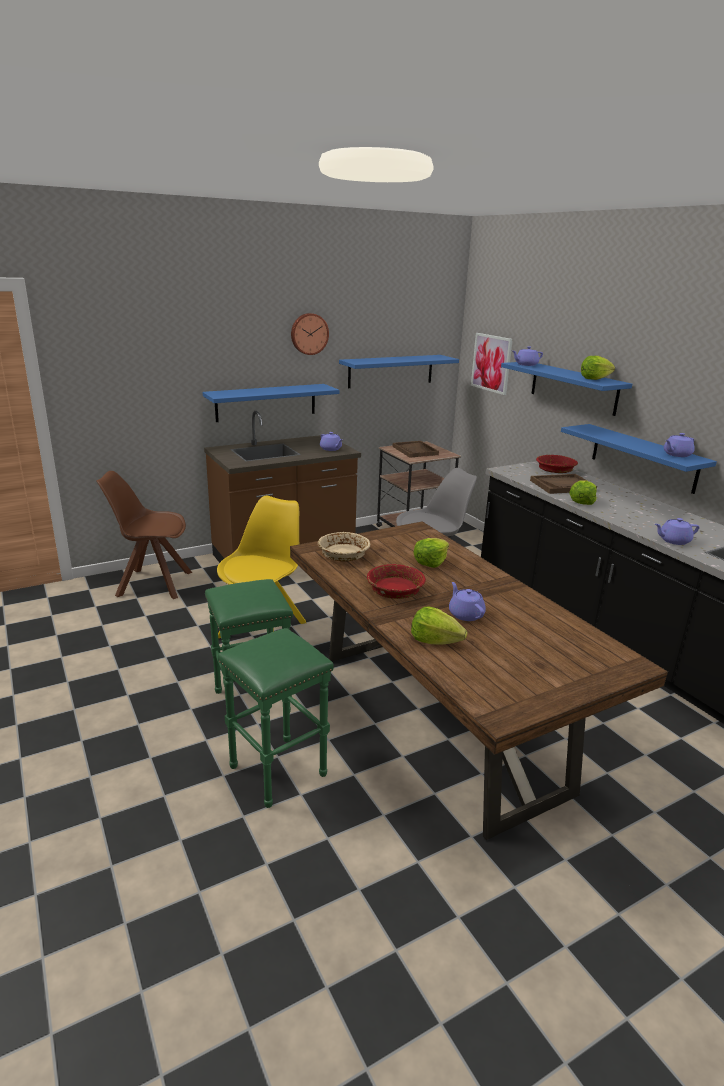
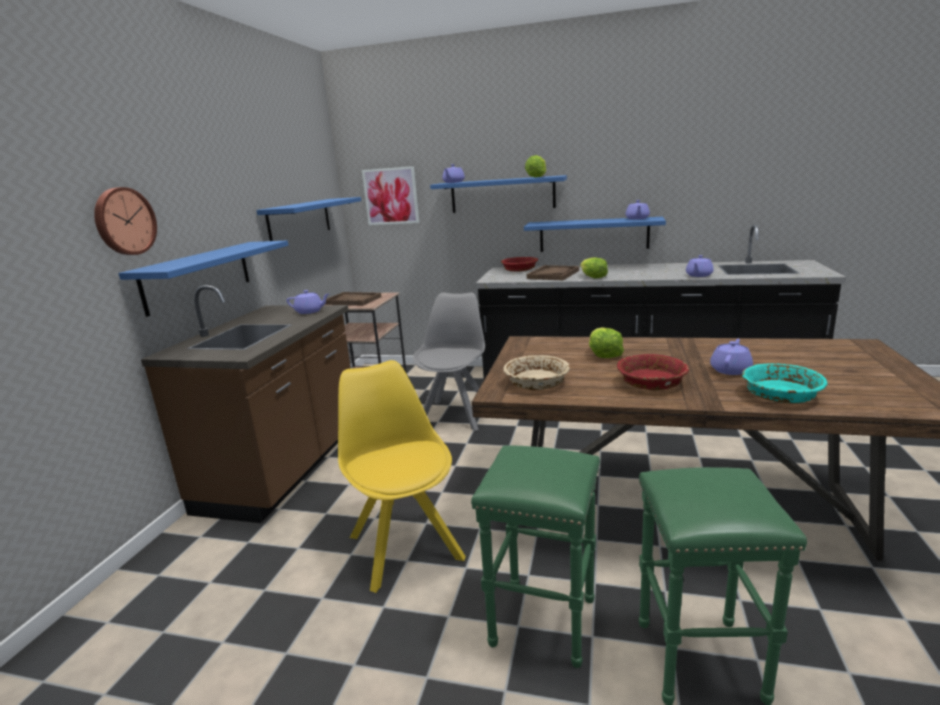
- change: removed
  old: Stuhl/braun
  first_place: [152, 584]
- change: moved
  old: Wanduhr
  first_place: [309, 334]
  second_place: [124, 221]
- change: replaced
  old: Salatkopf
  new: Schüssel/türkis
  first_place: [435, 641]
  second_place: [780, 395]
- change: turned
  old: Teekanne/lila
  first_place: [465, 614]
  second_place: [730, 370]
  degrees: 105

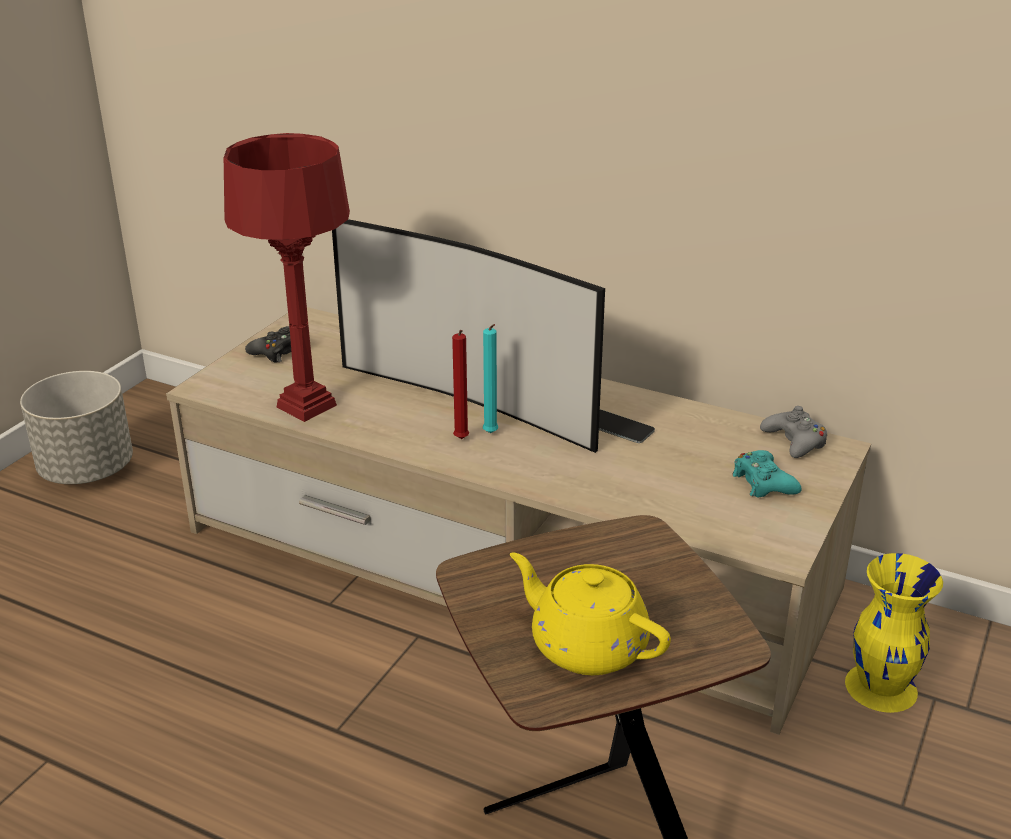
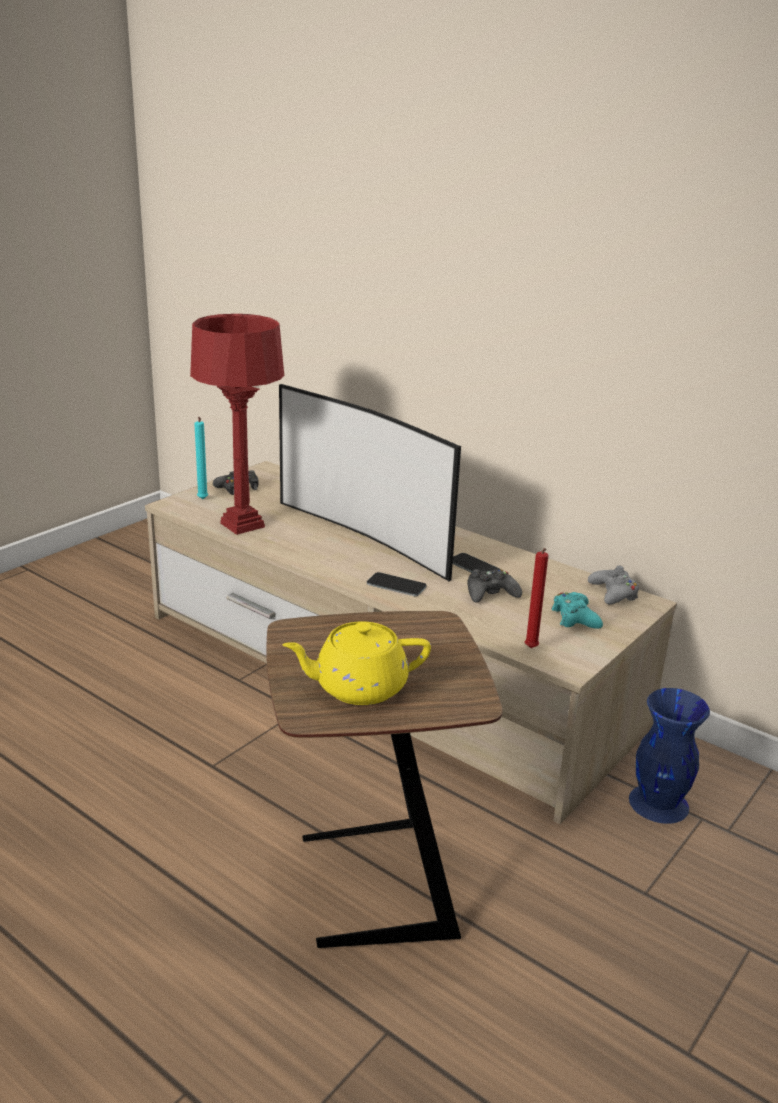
- change: removed
  old: Pflanzkübel/grau
  first_place: [87, 470]
- change: added
  new: Handy
  second_place: [396, 585]
- change: added
  new: Gamepad/schwarz
  second_place: [491, 593]
- change: moved
  old: Kerze/rot
  first_place: [461, 440]
  second_place: [531, 649]
- change: moved
  old: Kerze/türkis
  first_place: [491, 434]
  second_place: [202, 500]
- change: recoloured
  old: Vase/gelb
  new: Vase/blau
  first_place: [881, 688]
  second_place: [659, 804]
- change: turned
  old: Teekanne/gelb
  first_place: [586, 645]
  second_place: [358, 687]
  degrees: -60

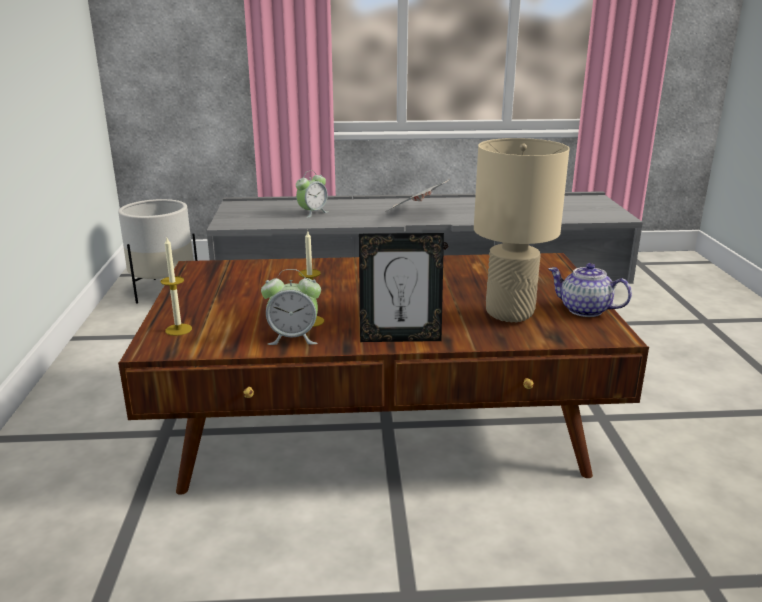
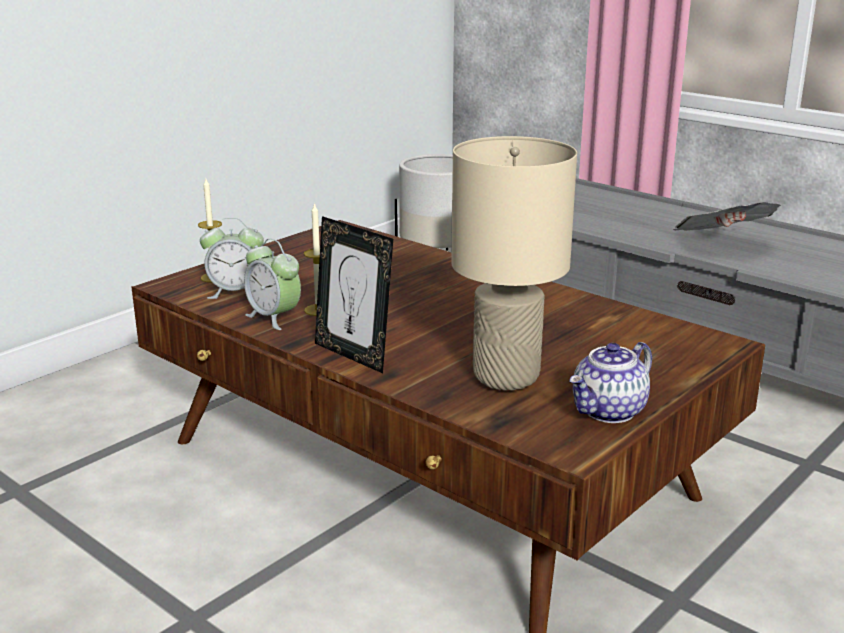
- change: moved
  old: Wecker
  first_place: [312, 213]
  second_place: [235, 292]
- change: turned
  old: Teekanne
  first_place: [584, 310]
  second_place: [609, 411]
  degrees: -120

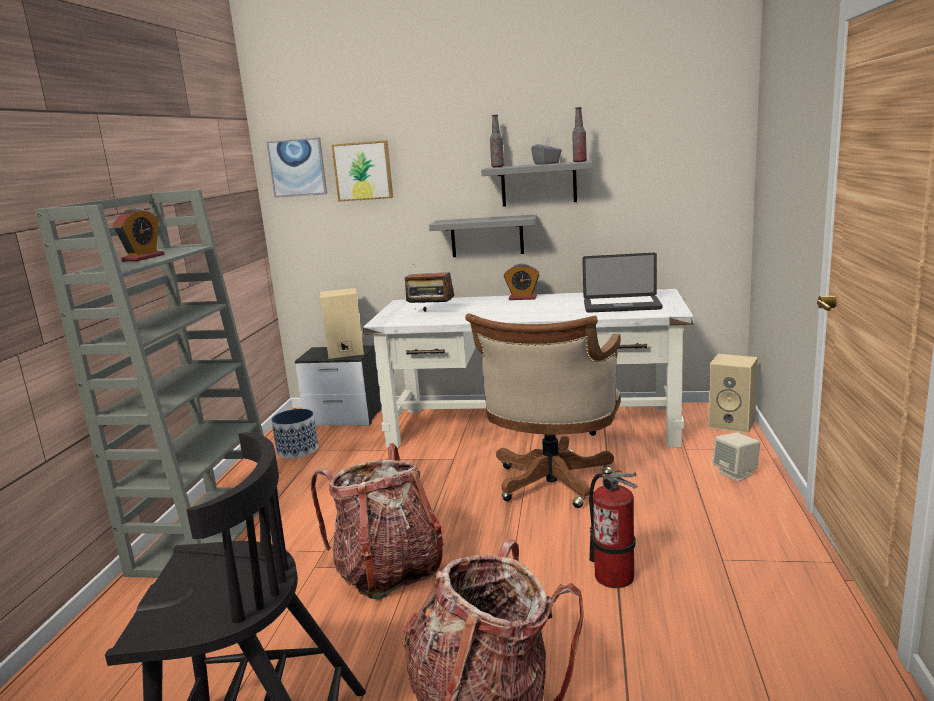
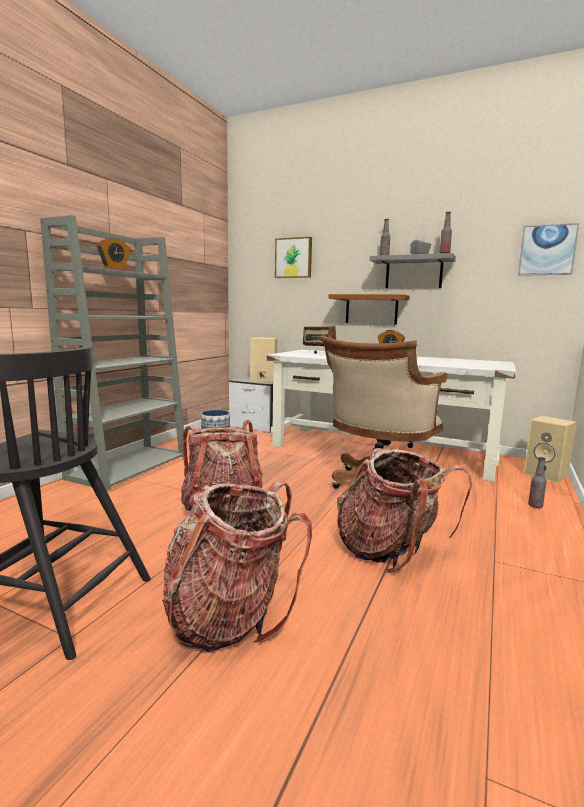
- change: removed
  old: Laptop
  first_place: [621, 306]
- change: moved
  old: Bild
  first_place: [297, 167]
  second_place: [547, 250]
- change: replaced
  old: Feuerlöscher
  new: Rucksack
  first_place: [614, 576]
  second_place: [391, 551]
- change: replaced
  old: Lautsprecher/beige
  new: Flasche
  first_place: [736, 473]
  second_place: [535, 506]
- change: recoloured
  old: Wandregal/grau
  new: Wandregal/braun
  first_place: [487, 236]
  second_place: [371, 309]

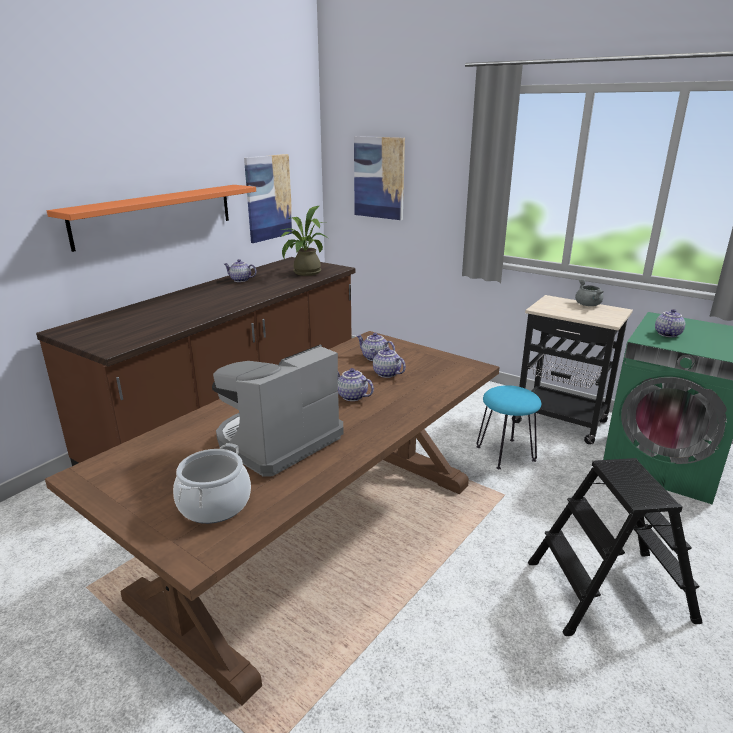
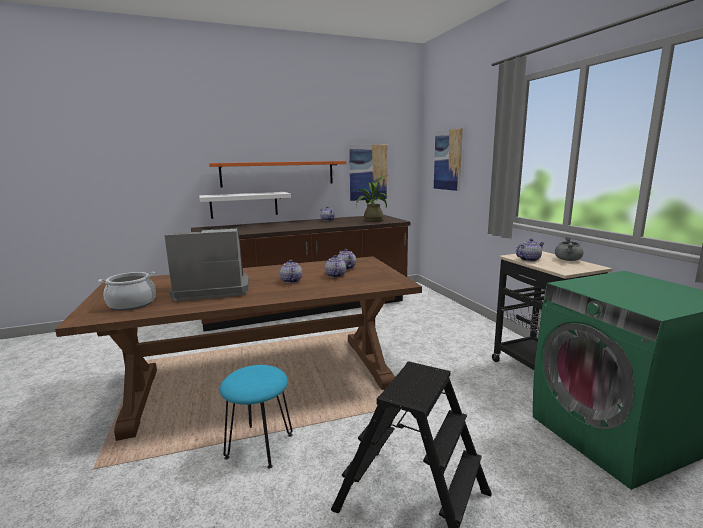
- change: added
  new: Wandregal/weiß
  second_place: [244, 205]
- change: moved
  old: Hocker/türkis
  first_place: [505, 453]
  second_place: [259, 446]
- change: moved
  old: Teekanne
  first_place: [666, 334]
  second_place: [528, 259]

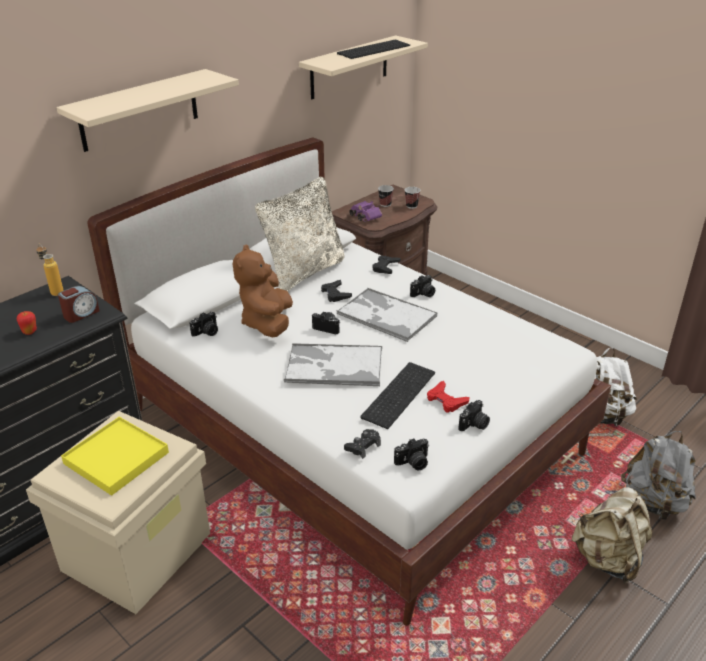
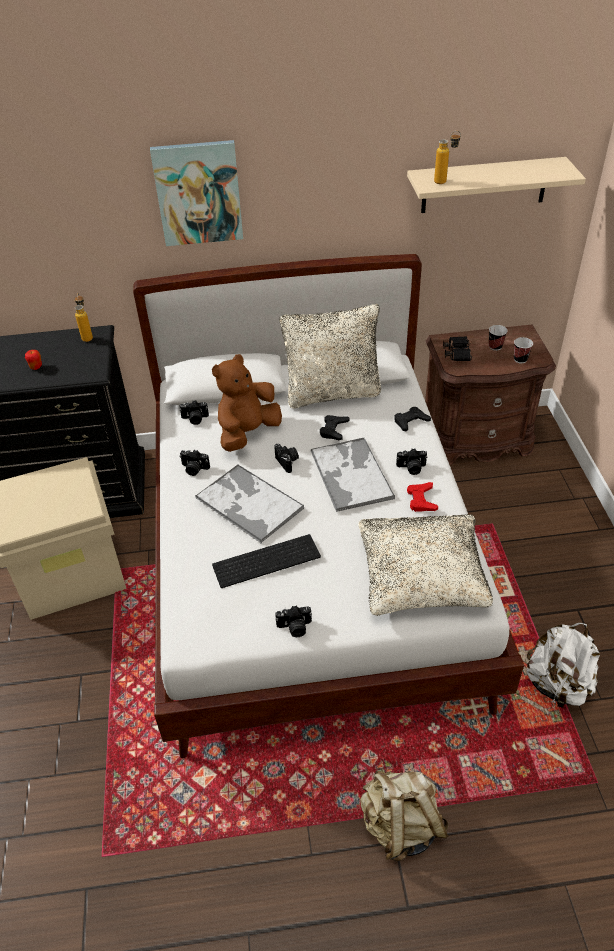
- change: removed
  old: Wecker
  first_place: [81, 314]
- change: removed
  old: Tablett/gelb
  first_place: [116, 458]
- change: removed
  old: Tastatur
  first_place: [373, 49]
- change: removed
  old: Gamepad/schwarz
  first_place: [363, 446]
- change: removed
  old: Rucksack/grau
  first_place: [654, 503]
- change: added
  new: Kissen/beige
  second_place: [423, 574]
- change: added
  new: Flasche
  second_place: [445, 181]
- change: moved
  old: Kamera
  first_place: [413, 463]
  second_place: [194, 469]
- change: moved
  old: Gamepad/rot
  first_place: [446, 400]
  second_place: [421, 500]
- change: replaced
  old: Wandregal/beige
  new: Bild
  first_place: [139, 110]
  second_place: [198, 193]
- change: recoloured
  old: Fernglas/lila
  new: Fernglas/schwarz
  first_place: [364, 217]
  second_place: [457, 354]

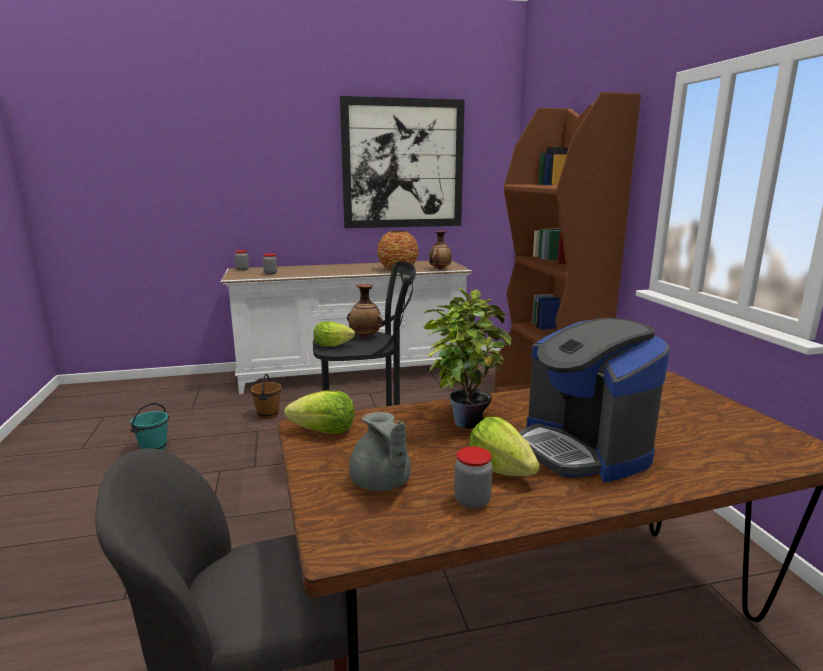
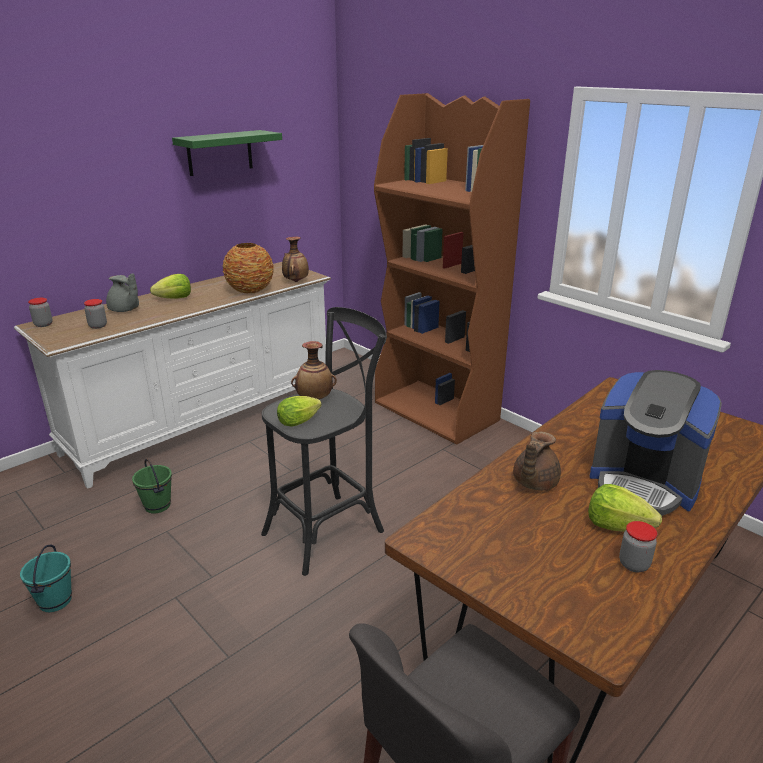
- change: moved
  old: Salatkopf
  first_place: [324, 431]
  second_place: [174, 298]
- change: moved
  old: Teekanne/grau
  first_place: [381, 483]
  second_place: [125, 310]
- change: replaced
  old: Bild
  new: Wandregal/grün
  first_place: [403, 164]
  second_place: [220, 153]
- change: replaced
  old: Topfpflanze
  new: Teekanne/braun
  first_place: [464, 420]
  second_place: [533, 483]
- change: recoloured
  old: Eimer/braun
  new: Eimer/grün
  first_place: [267, 415]
  second_place: [157, 506]

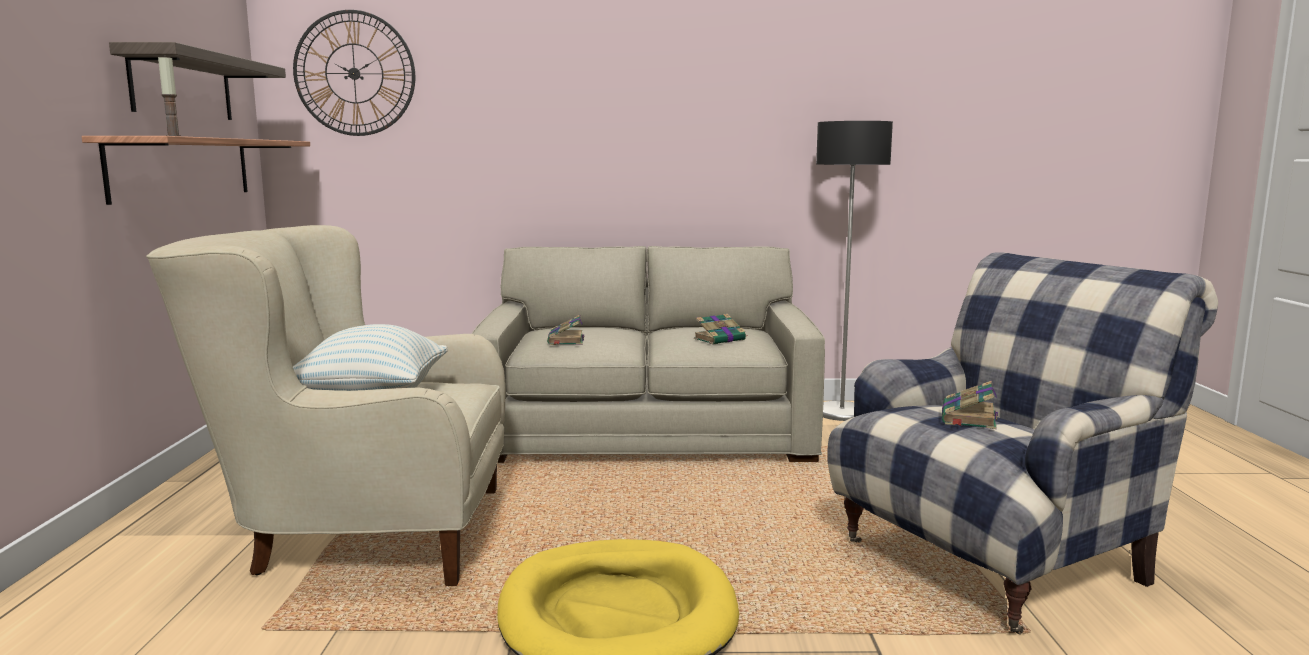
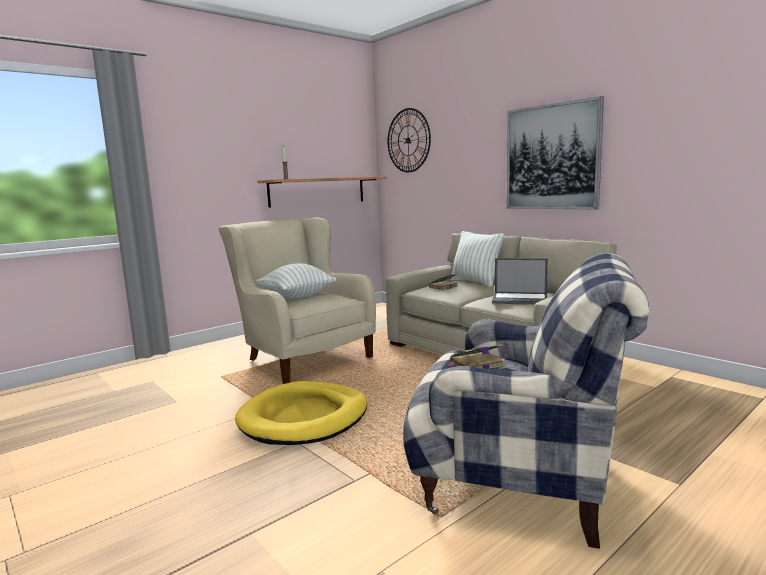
- change: removed
  old: Wandregal
  first_place: [182, 86]
- change: removed
  old: Stehlampe
  first_place: [842, 412]
- change: added
  new: Kissen
  second_place: [475, 282]
- change: added
  new: Bild
  second_place: [552, 157]
- change: replaced
  old: Buch
  new: Laptop
  first_place: [720, 339]
  second_place: [520, 299]

